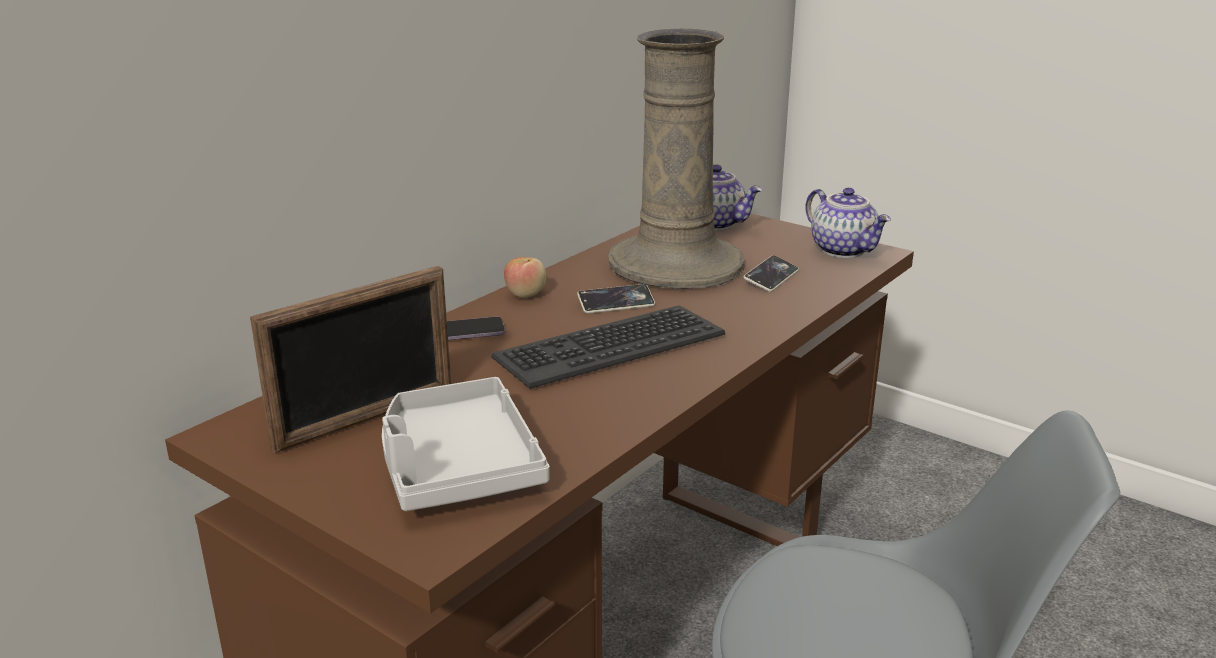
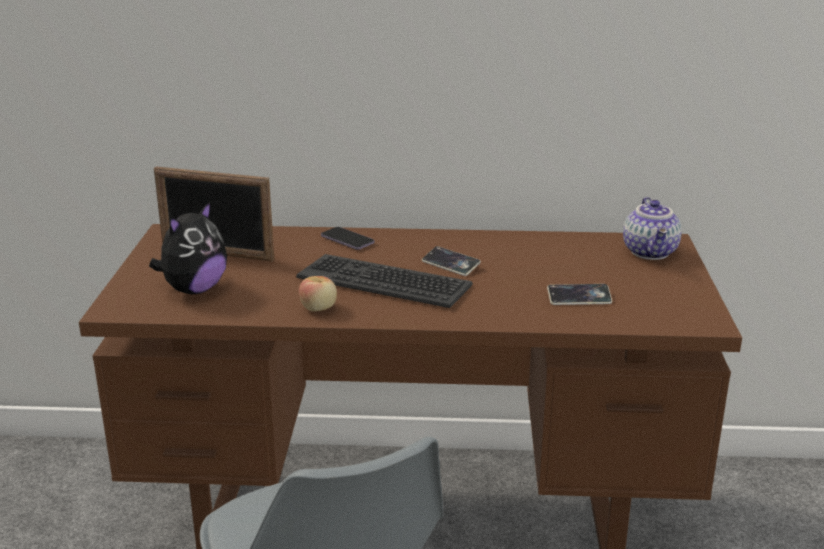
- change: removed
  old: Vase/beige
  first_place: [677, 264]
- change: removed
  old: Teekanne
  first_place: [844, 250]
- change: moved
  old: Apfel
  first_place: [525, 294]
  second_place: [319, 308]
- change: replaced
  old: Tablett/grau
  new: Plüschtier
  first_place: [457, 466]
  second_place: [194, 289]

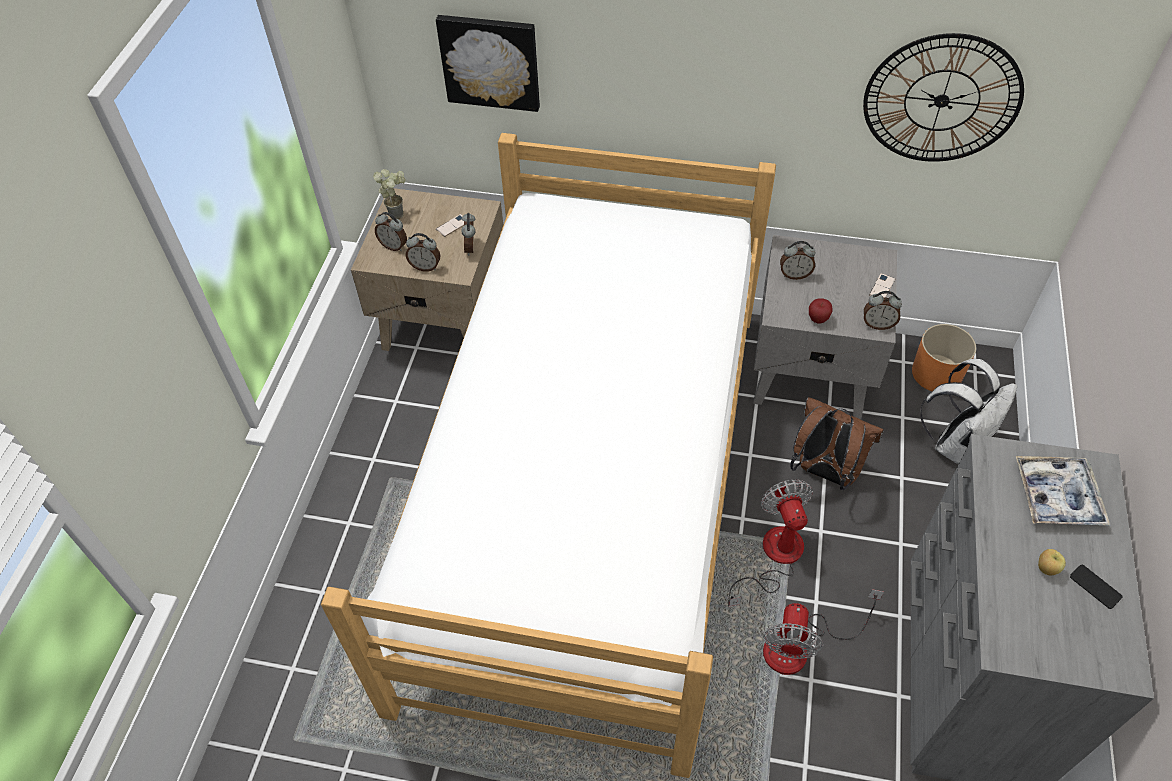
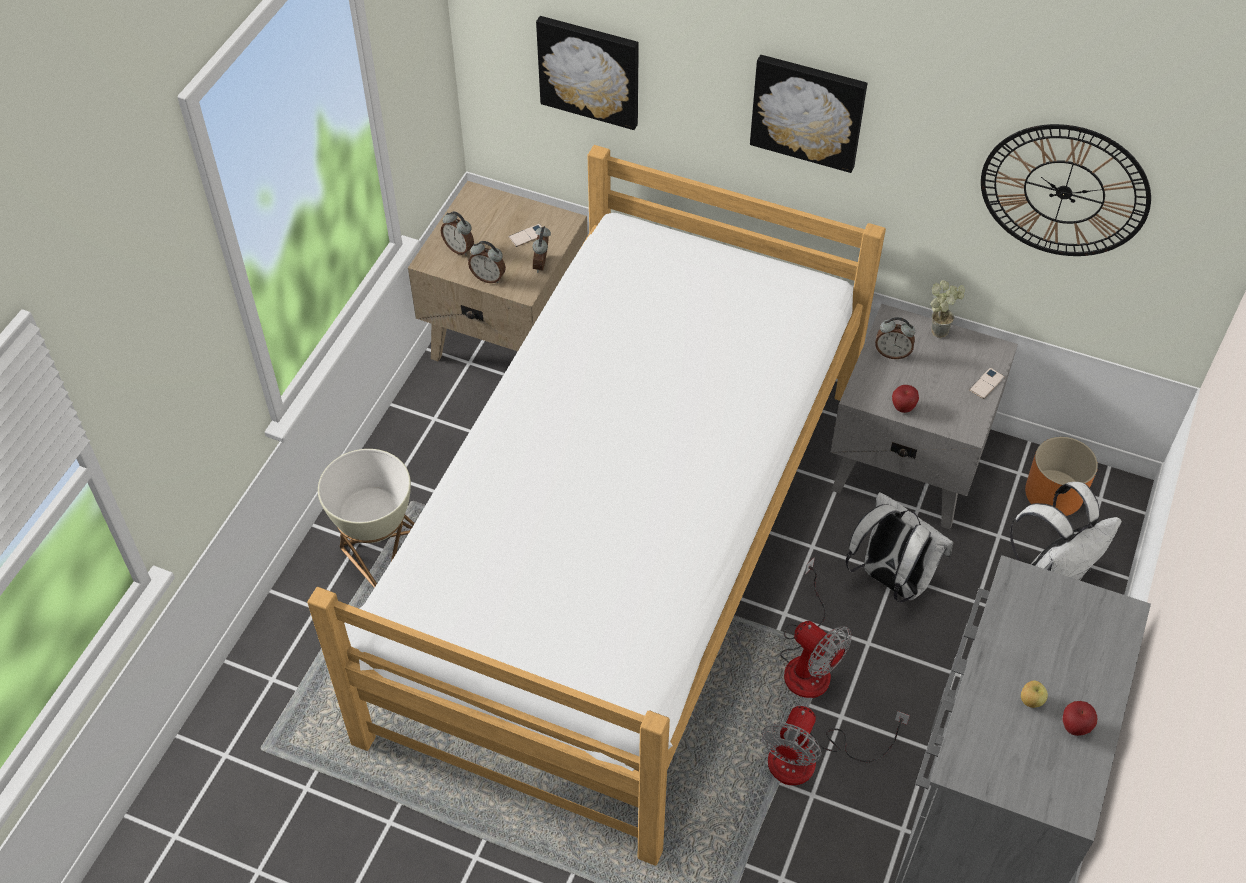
- change: removed
  old: Wecker
  first_place: [878, 324]
- change: removed
  old: Tablett
  first_place: [1057, 496]
- change: added
  new: Pflanzkübel
  second_place: [381, 557]
- change: added
  new: Bild
  second_place: [808, 111]
- change: moved
  old: Topfpflanze
  first_place: [398, 212]
  second_place: [941, 328]
- change: replaced
  old: Handy
  new: Apfel
  first_place: [1095, 587]
  second_place: [1074, 727]
- change: recoloured
  old: Rucksack/braun
  new: Rucksack/weiß
  first_place: [824, 471]
  second_place: [890, 580]
- change: turned
  old: Ventilator
  first_place: [773, 557]
  second_place: [807, 661]
  degrees: 135

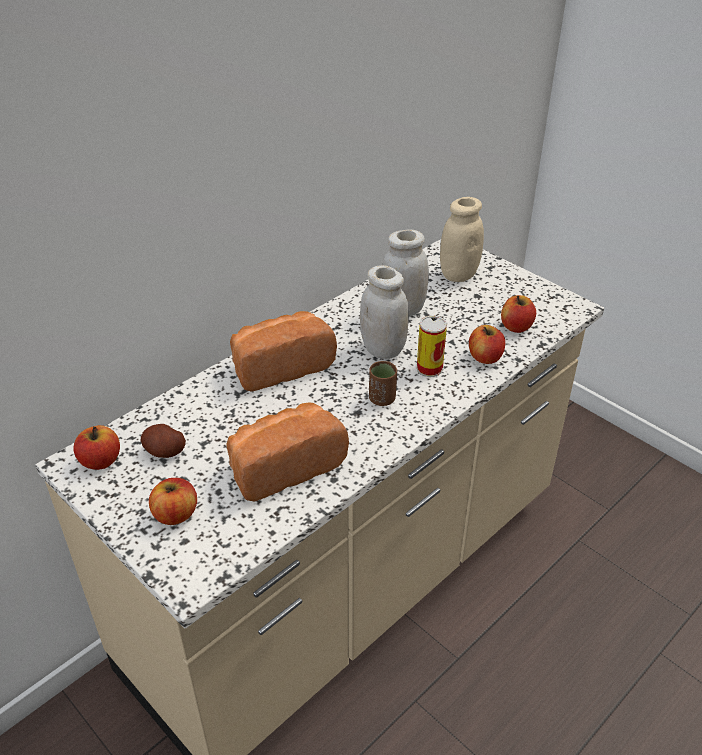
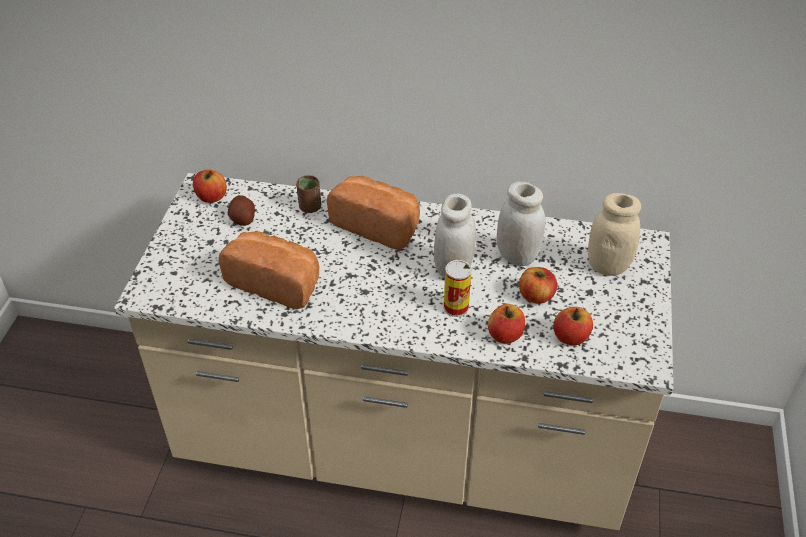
- change: moved
  old: Apfel
  first_place: [175, 514]
  second_place: [536, 296]
- change: moved
  old: Tasse/braun
  first_place: [382, 399]
  second_place: [310, 207]

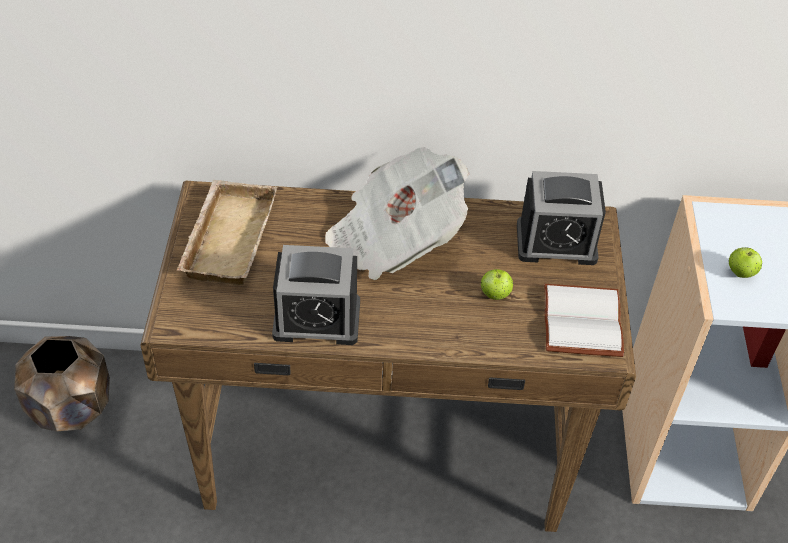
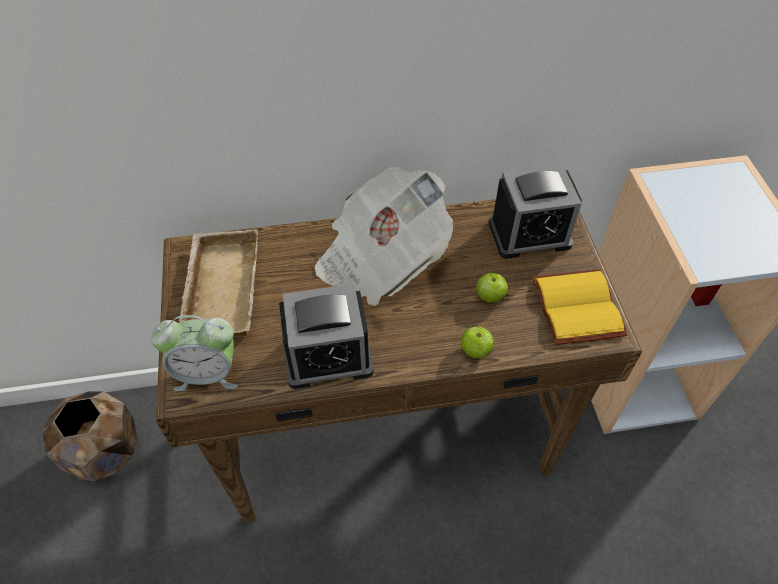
- change: added
  new: Wecker
  second_place: [207, 373]
- change: moved
  old: Apfel
  first_place: [740, 273]
  second_place: [475, 351]
- change: recoloured
  old: Buch/weiß
  new: Buch/gelb
  first_place: [585, 323]
  second_place: [580, 308]

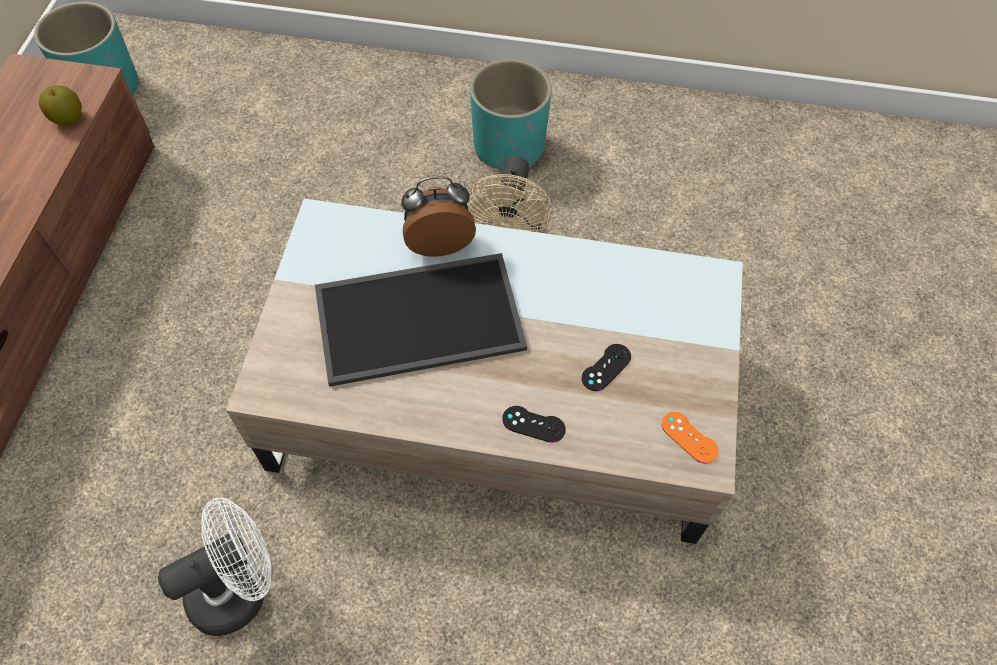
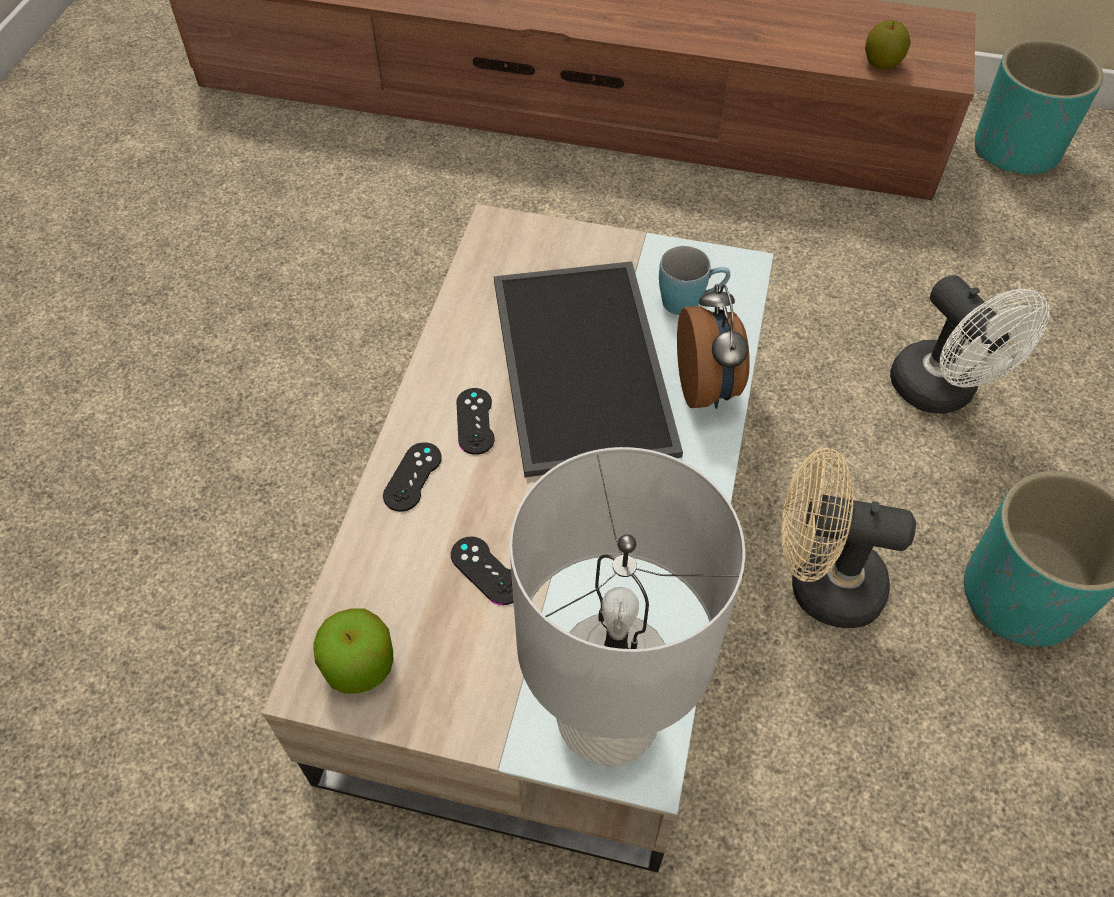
- change: added
  new: Gamepad/schwarz
  second_place: [475, 421]
- change: added
  new: Tischlampe/grau
  second_place: [605, 722]
- change: added
  new: Henkelbecher/blau
  second_place: [690, 302]
- change: moved
  old: Ventilator/weiß
  first_place: [239, 588]
  second_place: [942, 393]
- change: replaced
  old: Gamepad/orange
  new: Apfel
  first_place: [689, 437]
  second_place: [359, 665]

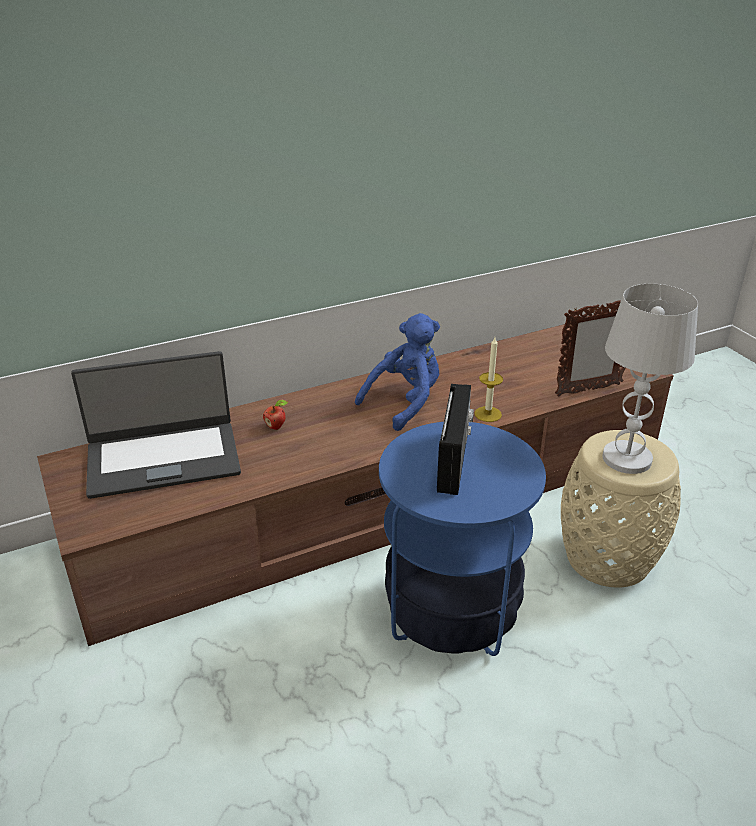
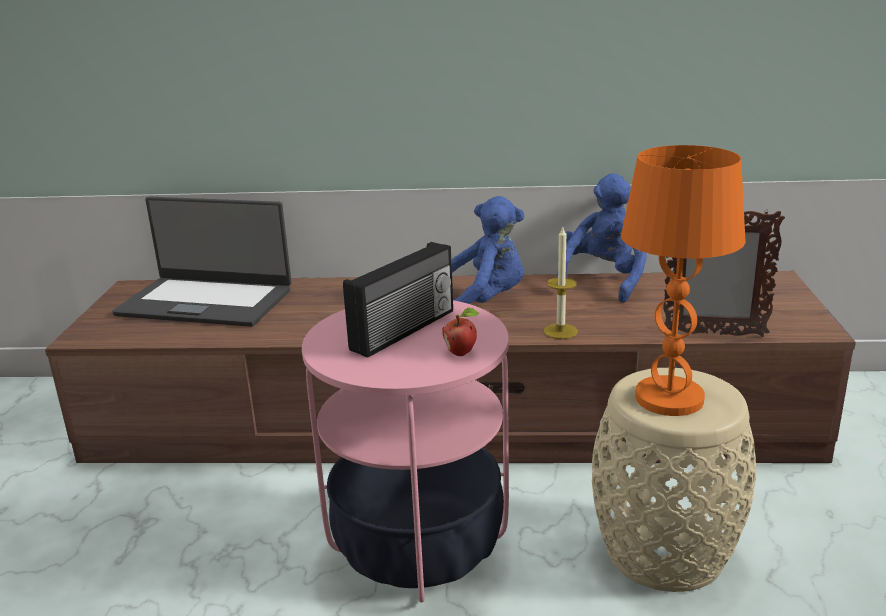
- change: added
  new: Plüschtier/blau
  second_place: [601, 280]
- change: moved
  old: Apfel
  first_place: [276, 427]
  second_place: [462, 353]
- change: recoloured
  old: Beistelltisch/blau
  new: Beistelltisch/rosa
  first_place: [451, 614]
  second_place: [418, 547]
- change: recoloured
  old: Tischlampe/weiß
  new: Tischlampe/orange
  first_place: [627, 458]
  second_place: [670, 398]

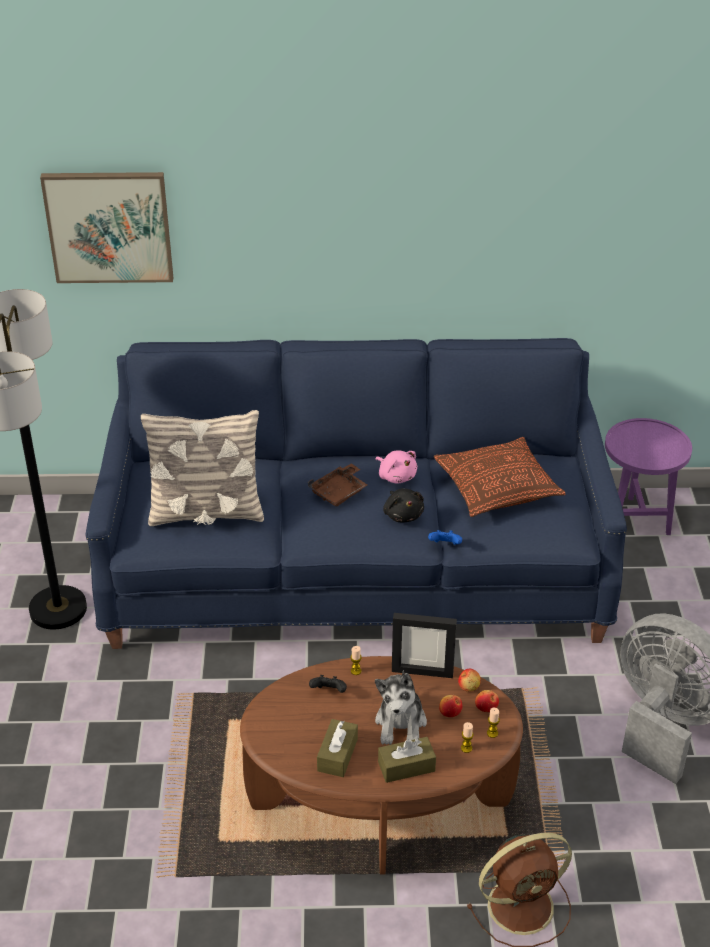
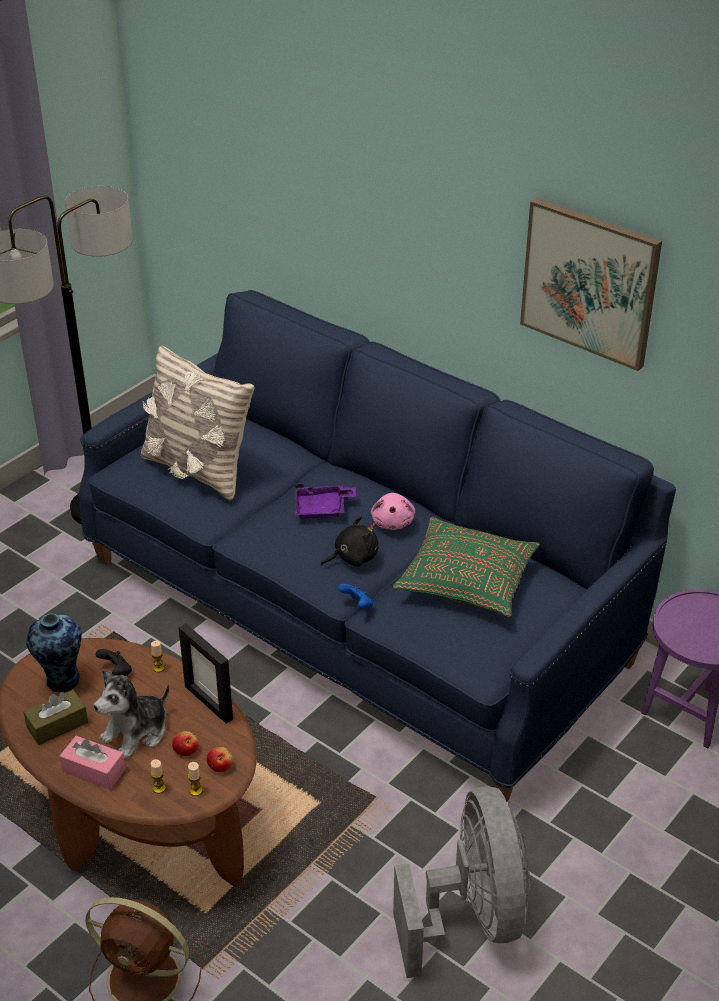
- change: removed
  old: Apfel
  first_place: [469, 686]
- change: added
  new: Vase
  second_place: [61, 681]
- change: moved
  old: Bild
  first_place: [109, 226]
  second_place: [590, 282]
- change: recoloured
  old: Tablett/braun
  new: Tablett/lila
  first_place: [339, 492]
  second_place: [322, 509]
- change: recoloured
  old: Taschentuchbox/braun
  new: Taschentuchbox/rosa
  first_place: [406, 767]
  second_place: [94, 770]
- change: recoloured
  old: Kissen/braun
  new: Kissen/grün
  first_place: [497, 489]
  second_place: [467, 581]
- change: turned
  old: Plüschtier/schwarz
  first_place: [403, 514]
  second_place: [353, 557]
  degrees: -135

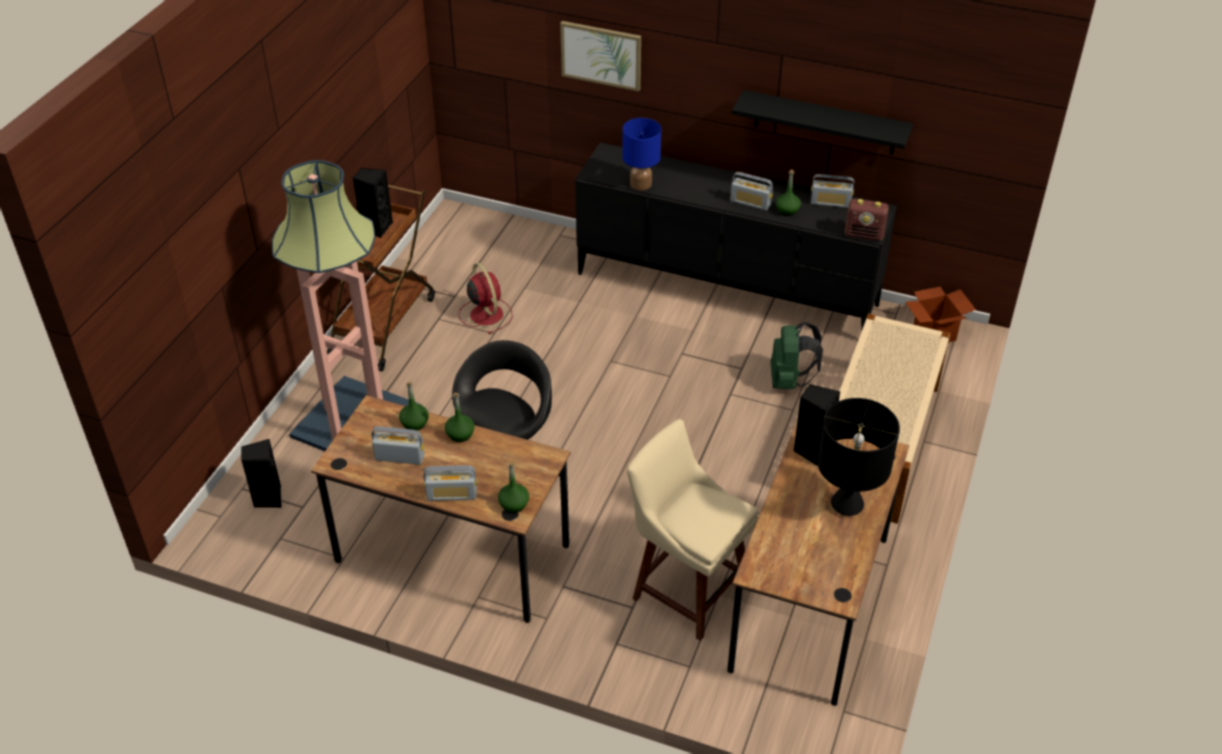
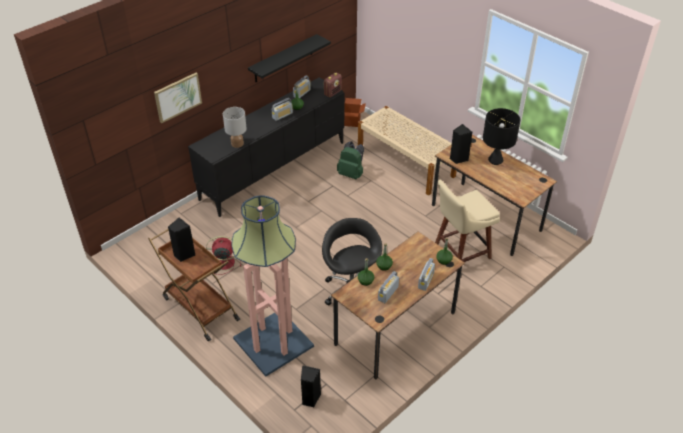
- change: recoloured
  old: Tischlampe/blau
  new: Tischlampe/grau
  first_place: [640, 184]
  second_place: [237, 144]

